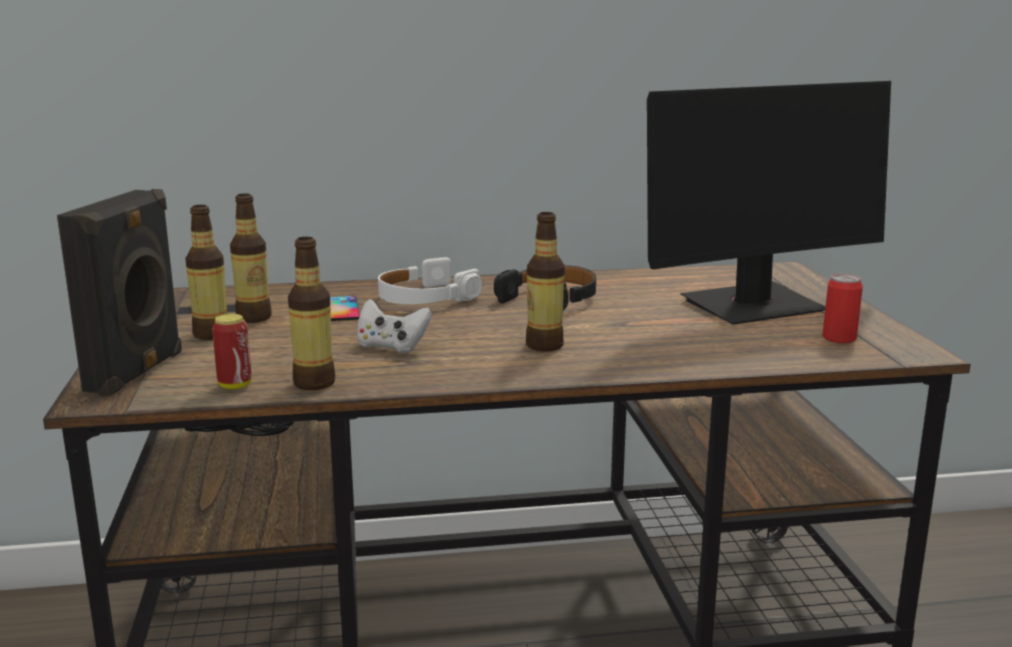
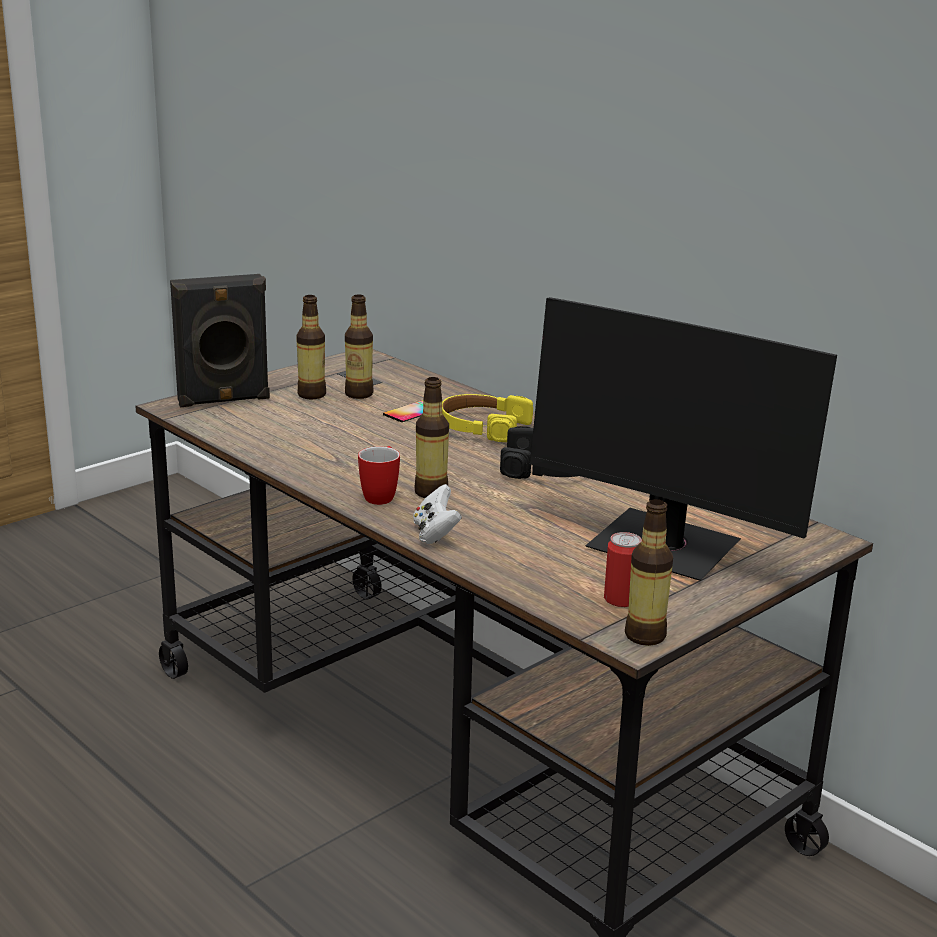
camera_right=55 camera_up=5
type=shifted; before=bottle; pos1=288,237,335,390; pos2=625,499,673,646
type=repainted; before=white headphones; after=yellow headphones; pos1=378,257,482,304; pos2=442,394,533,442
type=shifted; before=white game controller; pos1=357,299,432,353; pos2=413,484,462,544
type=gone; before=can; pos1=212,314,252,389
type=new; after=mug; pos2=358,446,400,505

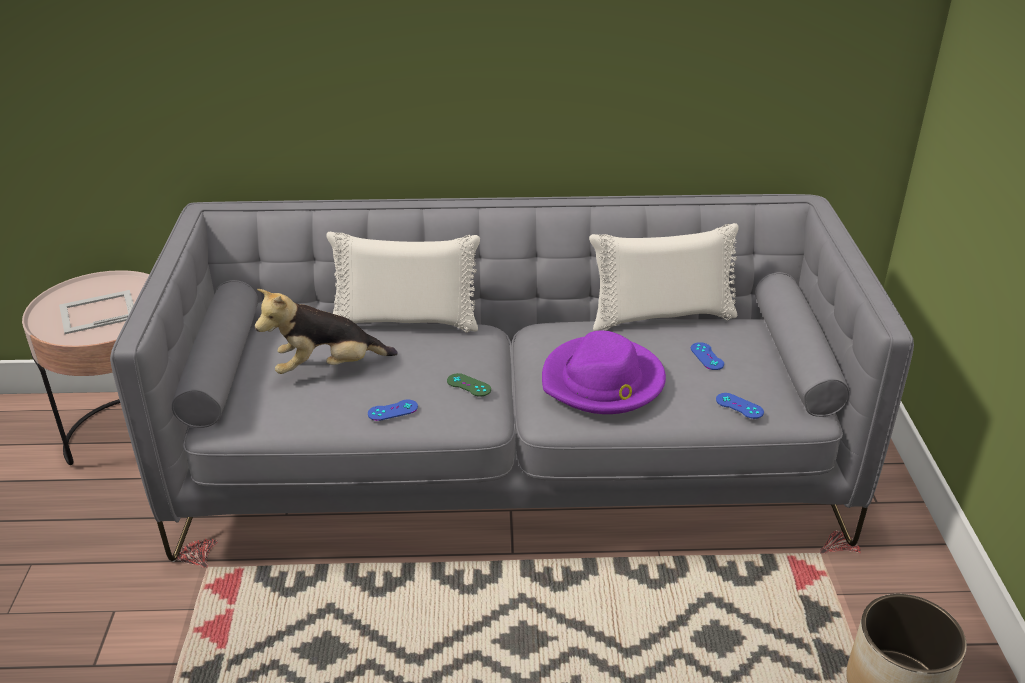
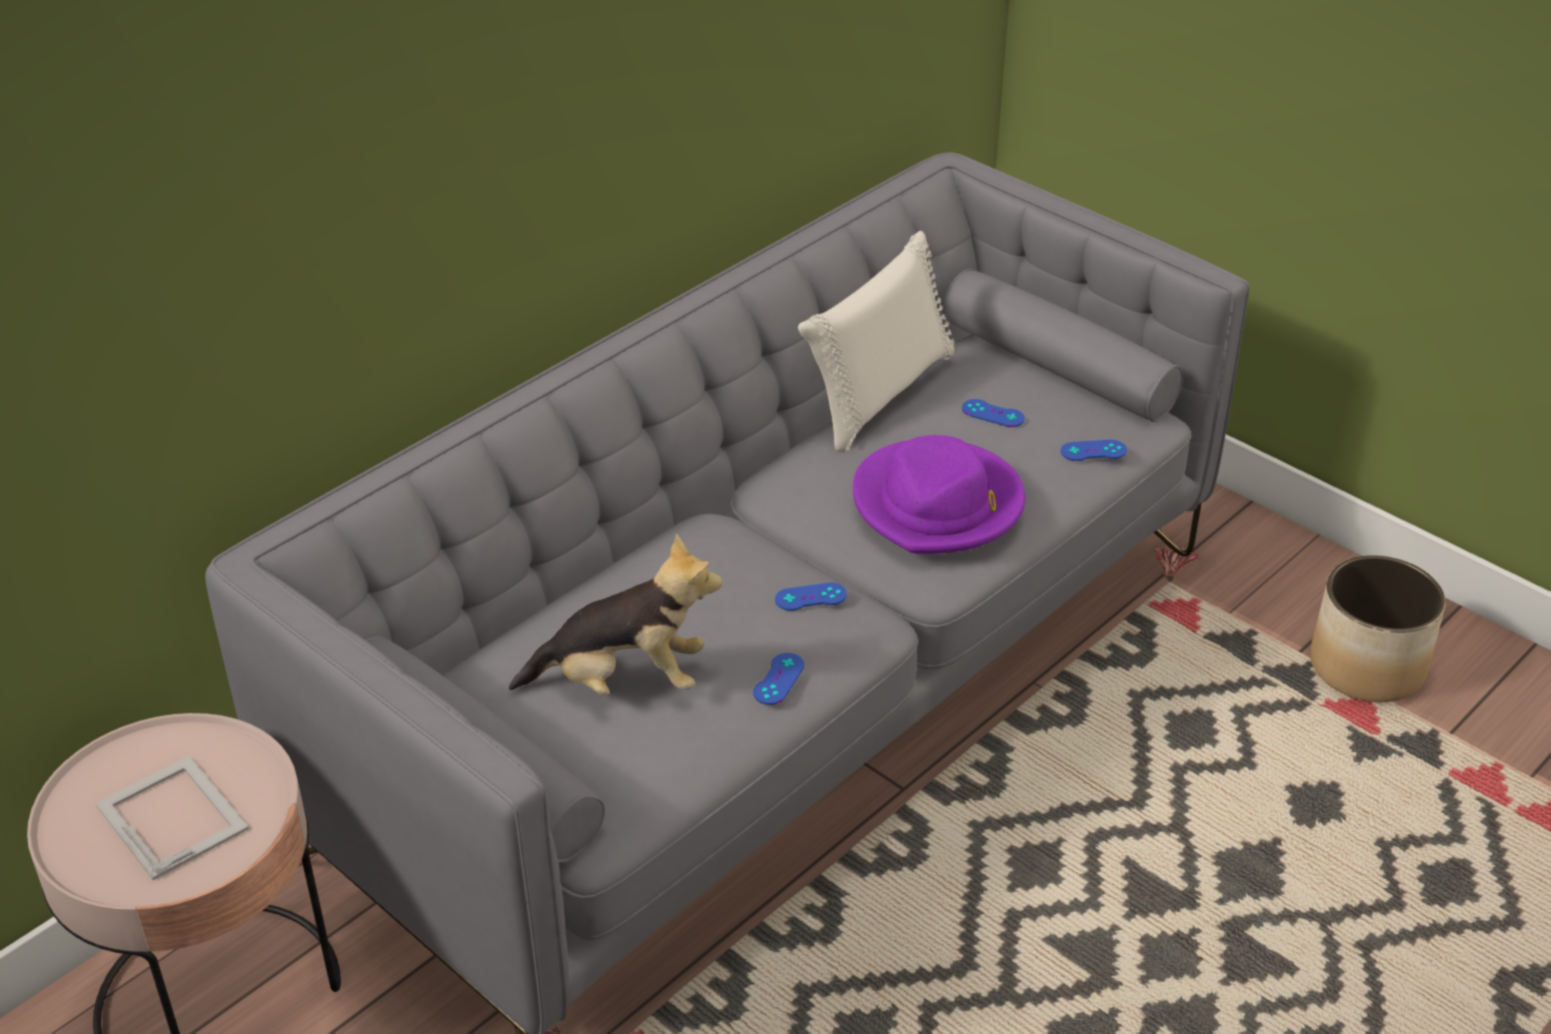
camera_right=-45 camera_up=5
type=gone; before=white pillow; pos1=326,232,480,333
type=rotated; before=plush toy; pos1=255,289,398,374; pos2=509,533,722,696; turn=-120
type=rotated; before=picture frame; pos1=59,290,134,334; pos2=95,756,249,880; turn=120
type=repainted; before=green game controller; after=blue game controller; pos1=447,373,491,397; pos2=775,583,847,611

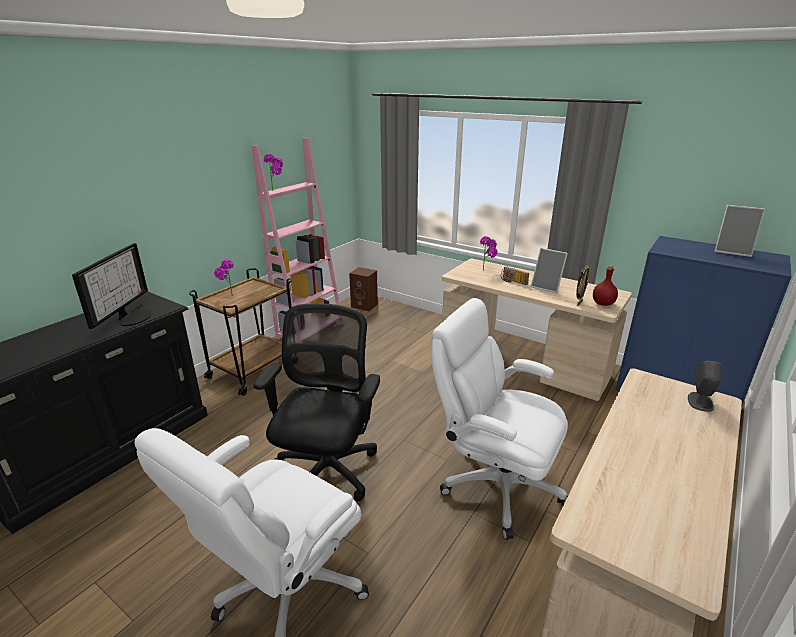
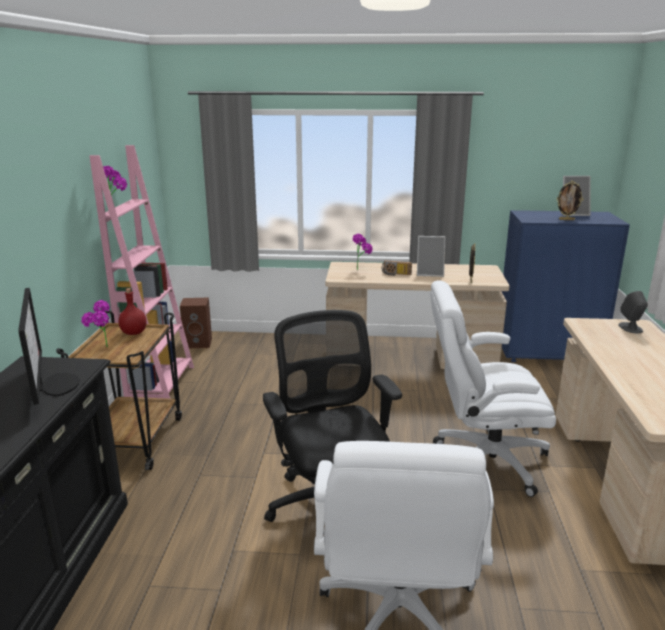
camera_right=-30 camera_up=-5
type=shifted; before=red bottle; pos1=593,265,618,306; pos2=118,288,147,335
type=new; after=picture frame; pos2=557,181,584,220

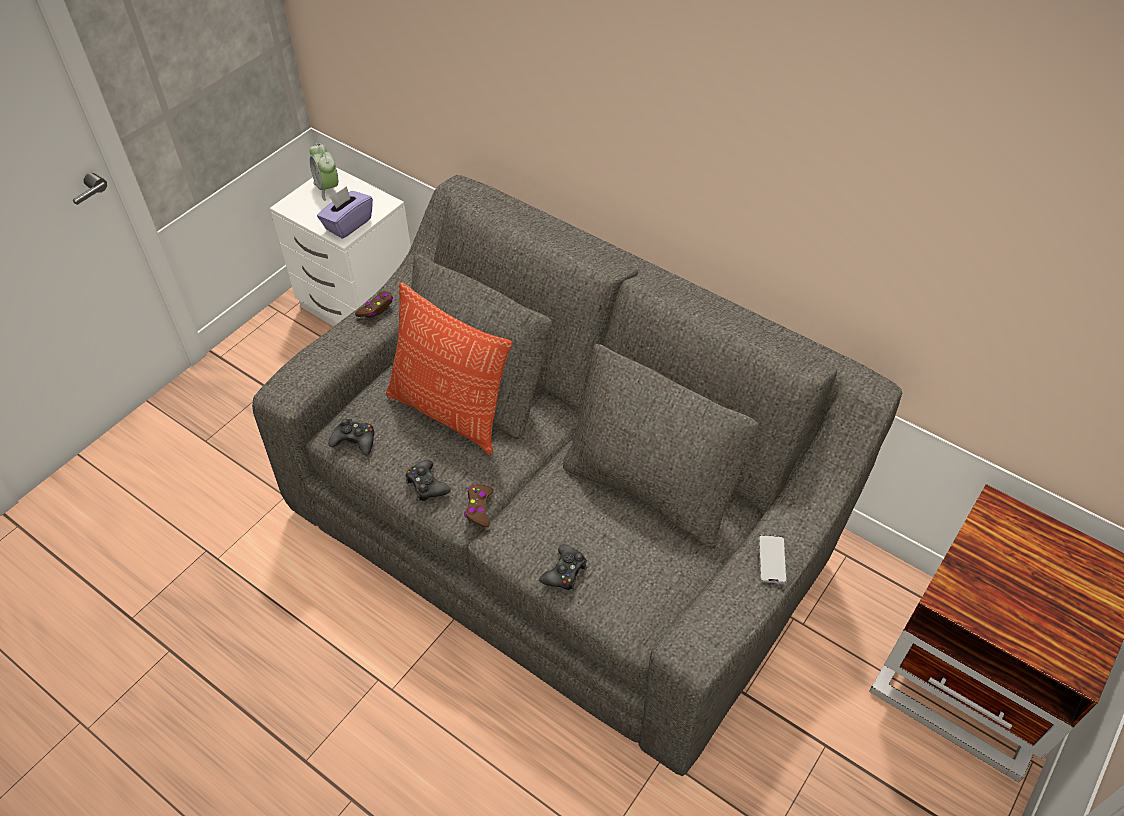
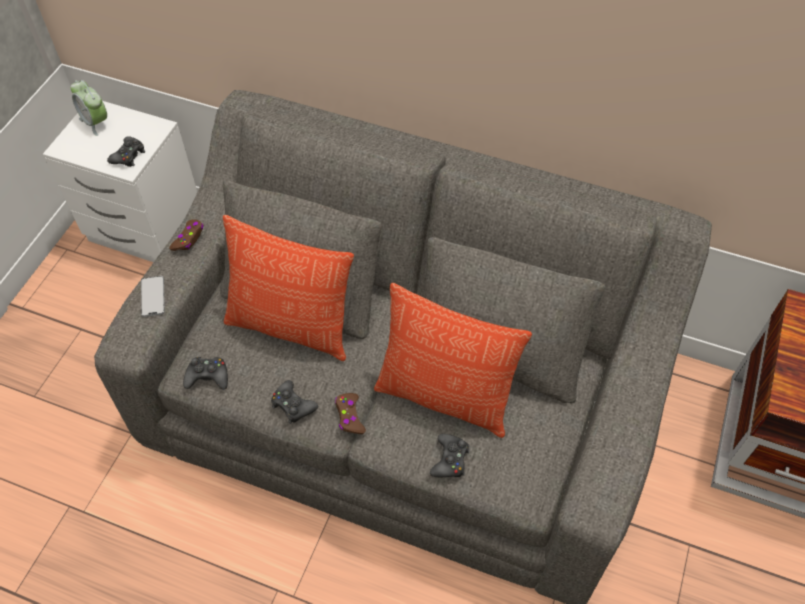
camera_right=-15 camera_up=5
type=swapped; before=purple tissue box; after=black game controller; pos1=317,186,373,239; pos2=107,136,145,167
type=shifted; before=phone; pos1=758,535,787,584; pos2=141,276,165,317
type=new; after=orange pillow; pos2=374,283,532,438

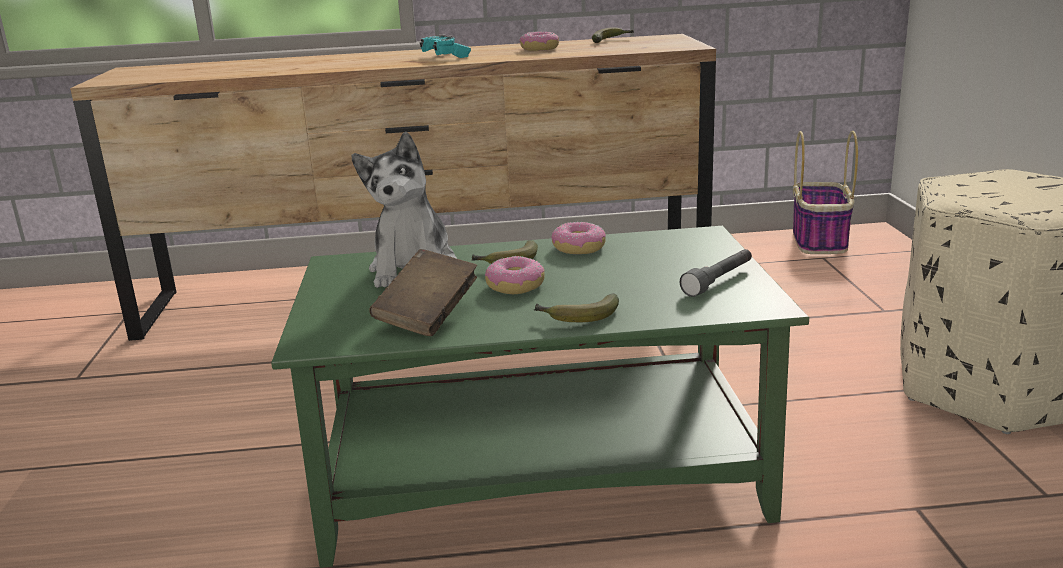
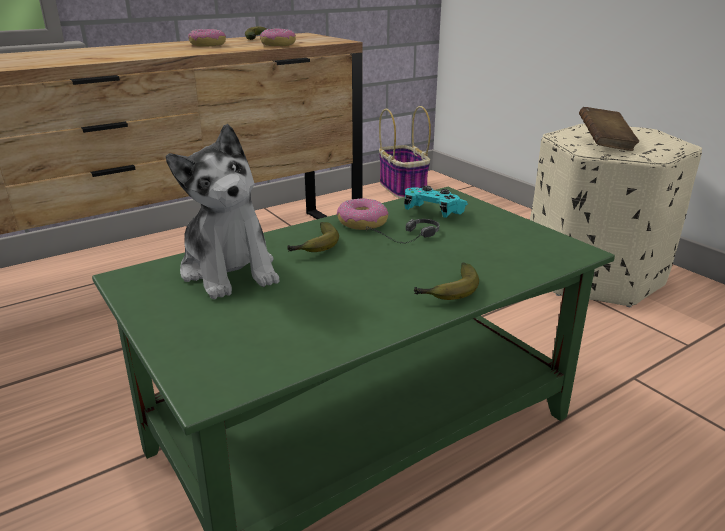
camera_right=-30 camera_up=5
type=shifted; before=turquoise game controller; pos1=420,35,471,58; pos2=404,186,468,218
type=shifted; before=brown book; pos1=369,249,477,336; pos2=579,107,639,151
type=gone; before=grey flashlight; pos1=680,249,752,297
type=shifted; before=donut; pos1=485,256,545,294; pos2=260,28,296,46
type=new; after=headphones; pos2=366,219,439,244

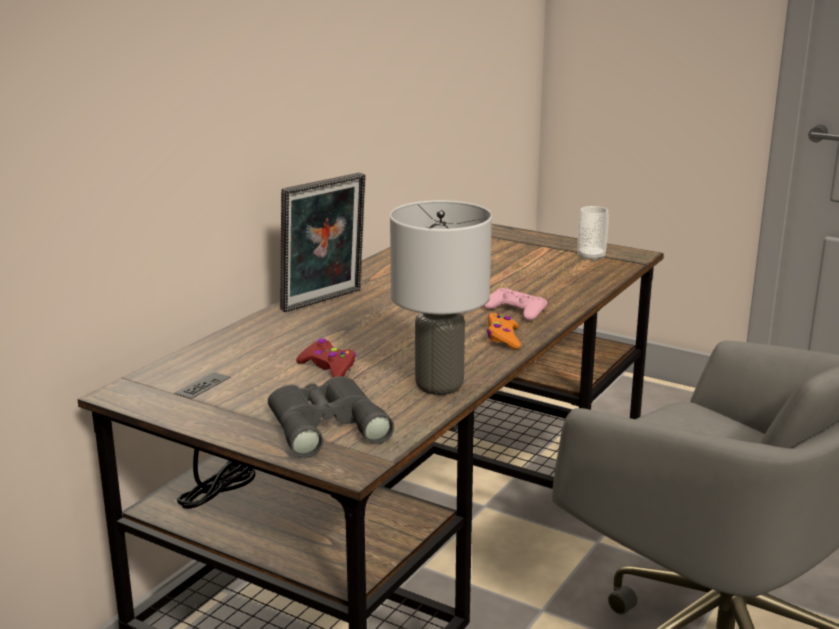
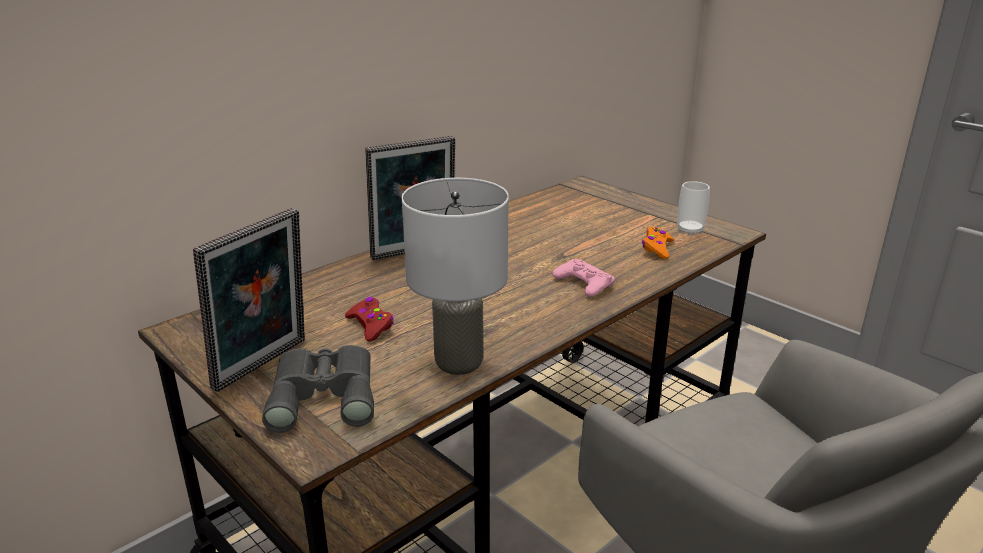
camera_right=15 camera_up=5
type=shifted; before=orange game controller; pos1=487,313,521,349; pos2=642,227,674,259
type=new; after=picture frame; pos2=193,208,305,392

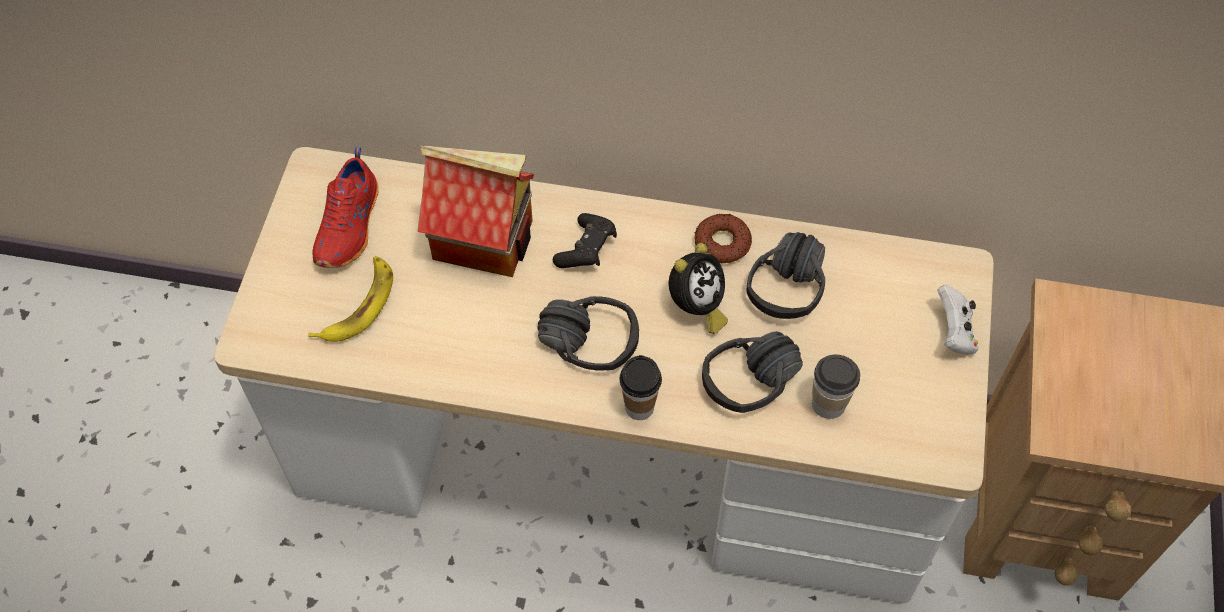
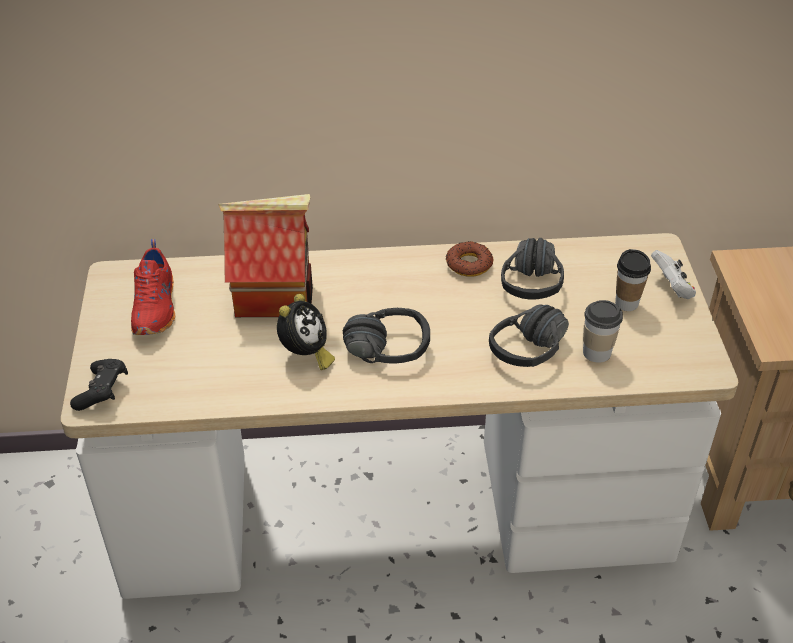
camera_right=-15 camera_up=-15
type=shifted; before=black game controller; pos1=553,213,617,268; pos2=70,359,128,411
type=shifted; before=alarm clock; pos1=669,243,728,334; pos2=277,294,335,370
type=gone; before=banana; pos1=308,256,393,342
type=shifted; before=cup; pos1=619,355,662,420; pos2=615,249,651,311

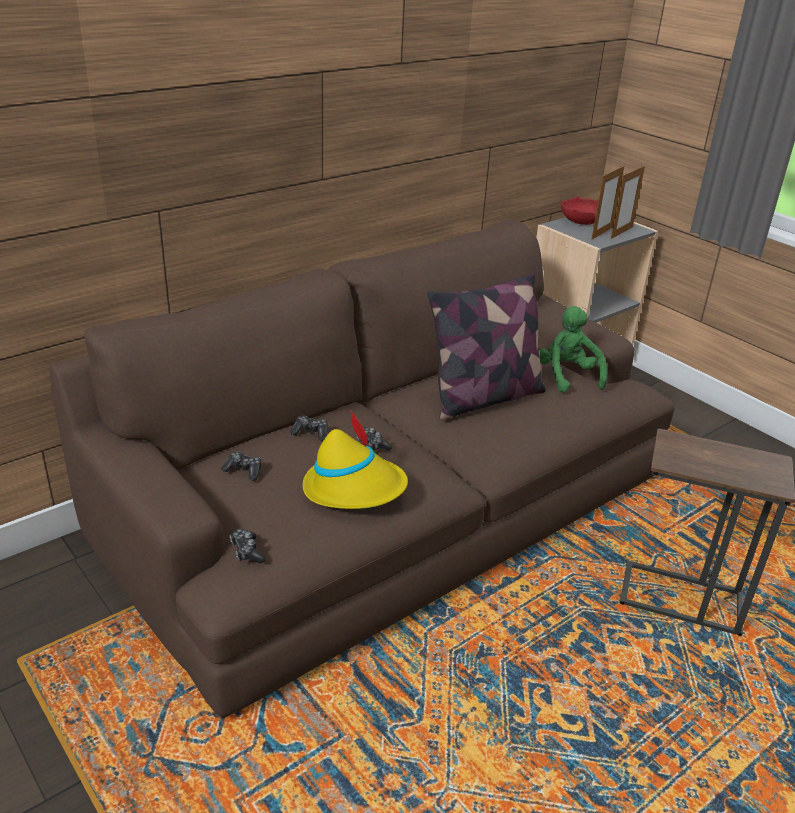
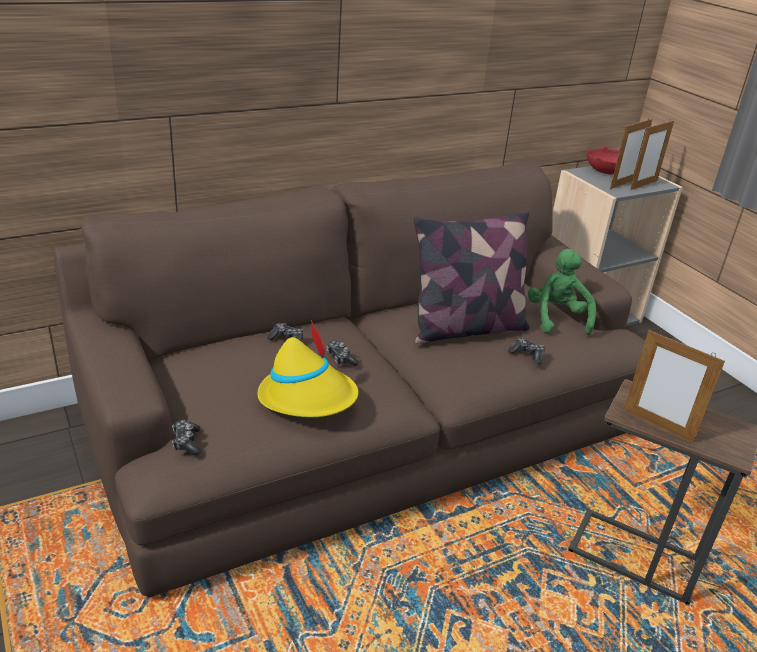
camera_right=10 camera_up=0
type=shifted; before=game controller; pos1=221,451,261,481; pos2=508,337,545,365
type=new; after=picture frame; pos2=624,330,725,443

